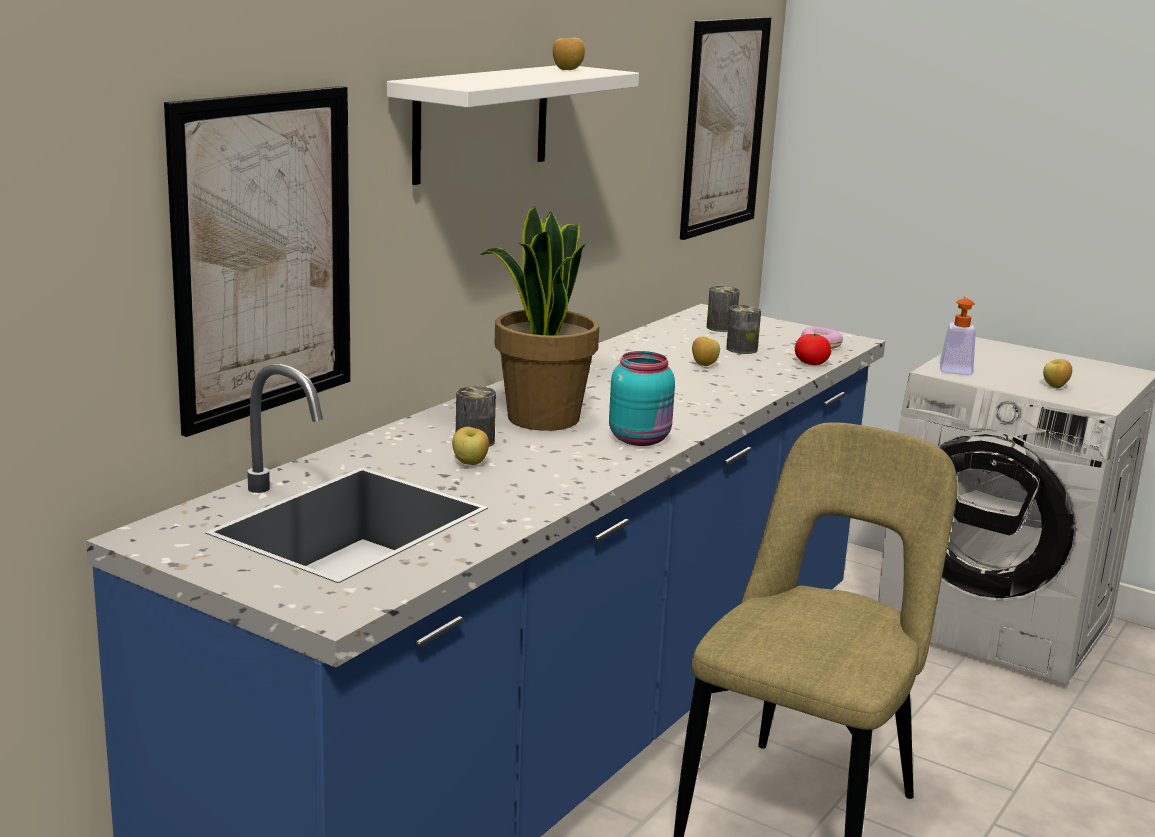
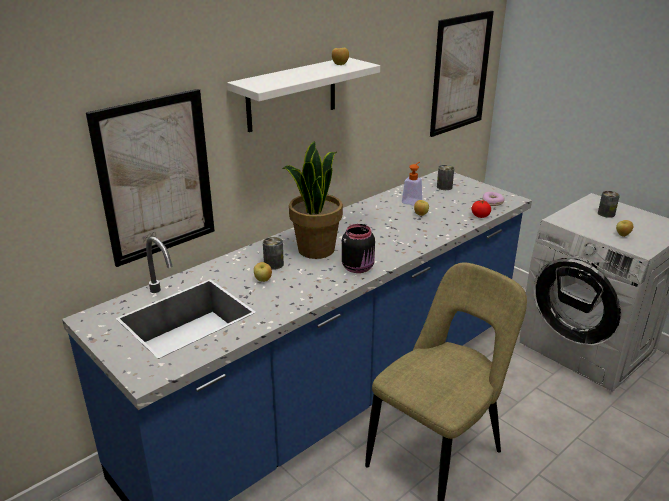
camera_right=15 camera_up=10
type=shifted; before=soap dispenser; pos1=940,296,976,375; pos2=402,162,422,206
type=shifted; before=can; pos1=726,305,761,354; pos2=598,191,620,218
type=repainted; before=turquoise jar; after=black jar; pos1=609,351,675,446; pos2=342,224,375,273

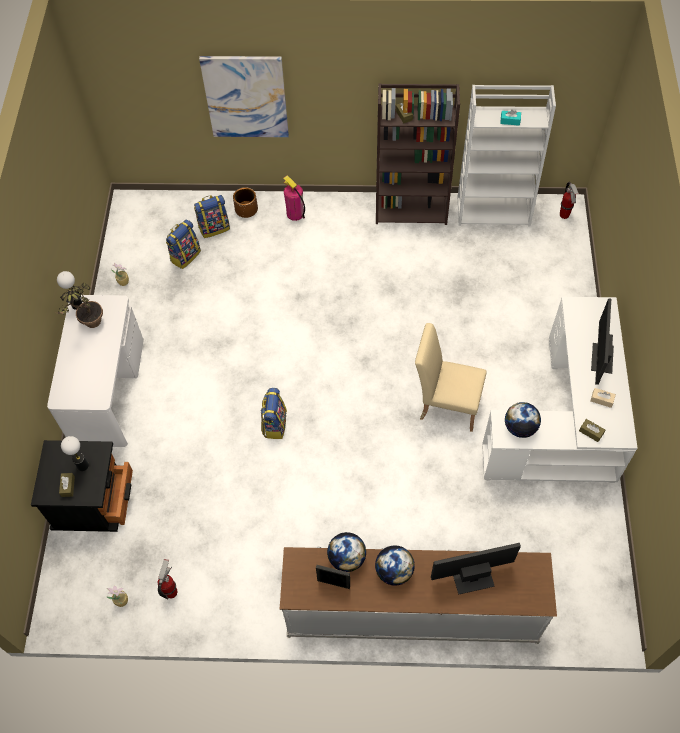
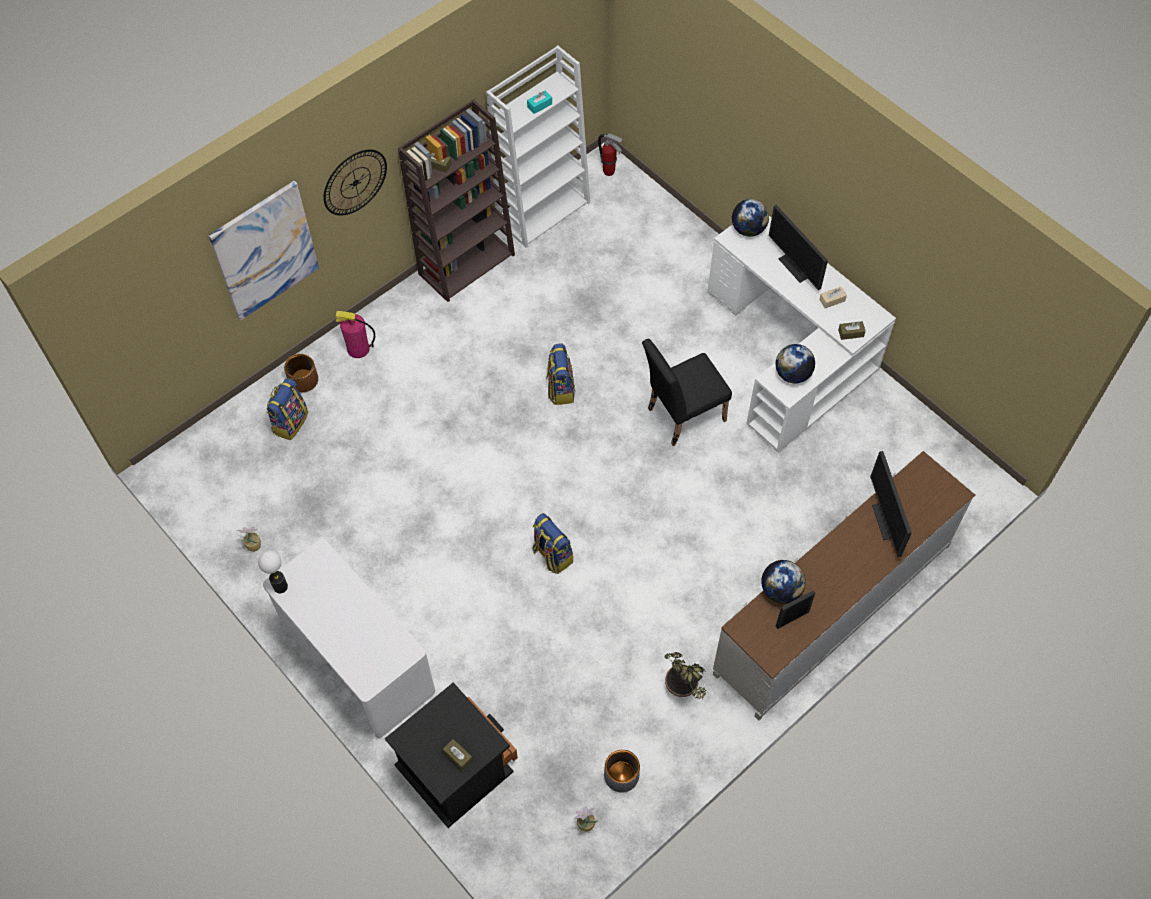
camera_right=-45 camera_up=0
type=shifted; before=backpack; pos1=166,220,201,269; pos2=546,343,575,405
type=shifted; before=potted plant; pos1=58,283,103,328; pos2=665,652,707,699
type=repainted; before=beige chair; after=black chair; pos1=415,323,486,432; pos2=642,339,732,446
type=gone; before=table lamp; pos1=61,436,89,471
type=rotated; before=monitor; pos1=431,543,521,595; pos2=870,451,912,557; turn=-45
type=shifted; before=globe; pos1=375,545,415,586; pos2=732,199,769,237
type=swapped; before=fire extinguisher; after=grey planter; pos1=158,559,177,599; pos2=604,749,640,793
type=new; after=wall clock; pos2=323,149,387,216

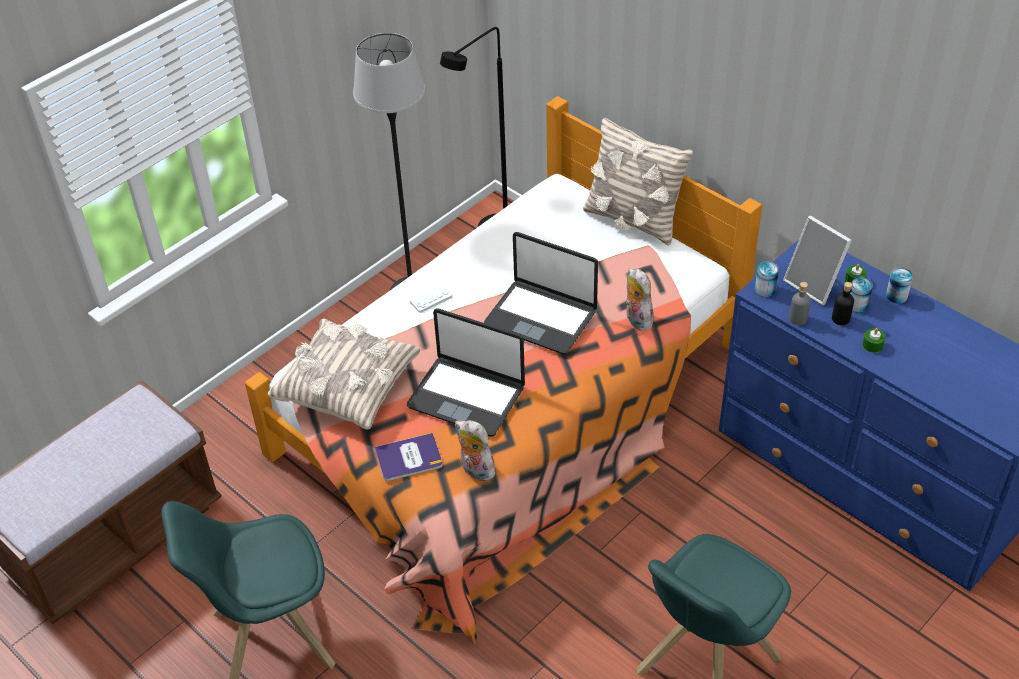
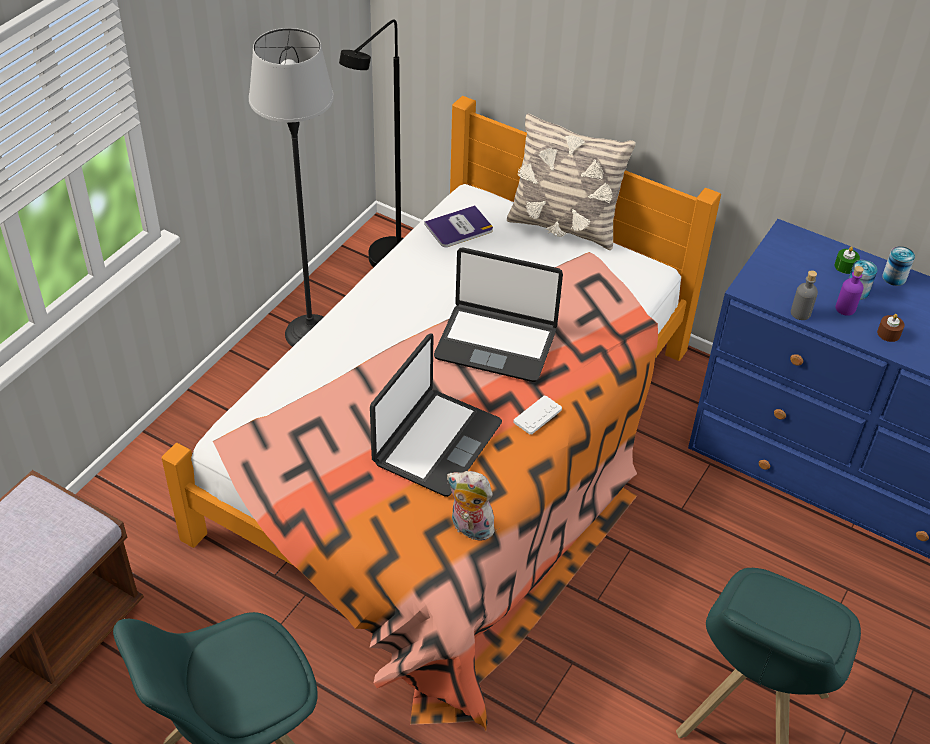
camera_right=-15 camera_up=0
type=gone; before=picture frame; pos1=783,216,852,305
type=gone; before=can; pos1=755,262,779,297
type=gone; before=plush toy; pos1=625,268,654,330
type=repainted; before=black bottle; after=purple bottle; pos1=832,282,854,325; pos2=836,266,864,316
type=shifted; before=white game controller; pos1=410,285,452,313; pos2=514,396,562,435
type=rotated; before=laptop; pos1=407,309,525,436; pos2=370,334,502,497; turn=-75
type=gone; before=beige pillow; pos1=267,318,420,430
type=repainted; before=green candle; after=brown candle; pos1=862,328,885,353; pos2=877,314,904,342
type=shifted; before=book; pos1=374,433,443,481; pos2=424,205,493,247

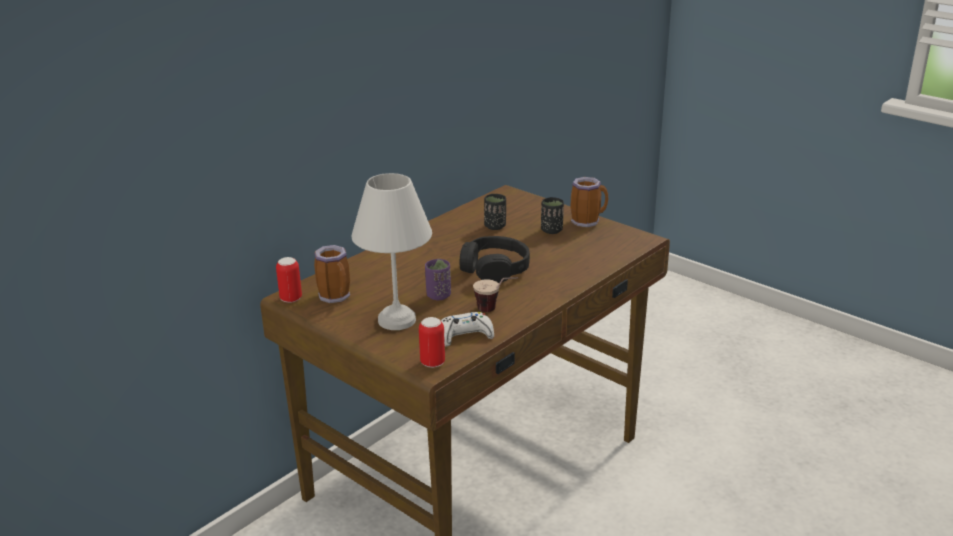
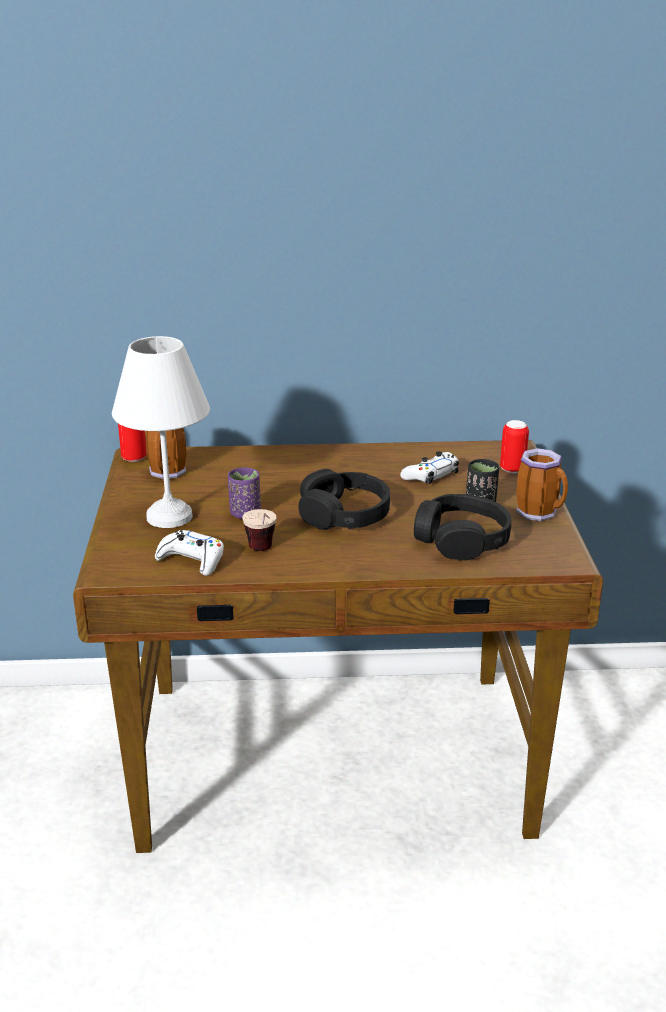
camera_right=45 camera_up=0
type=swapped; before=black cup; after=white game controller; pos1=484,194,506,230; pos2=400,451,459,484
type=shifted; before=can; pos1=419,317,445,368; pos2=500,420,529,473
type=new; after=black headphones; pos2=414,494,511,560

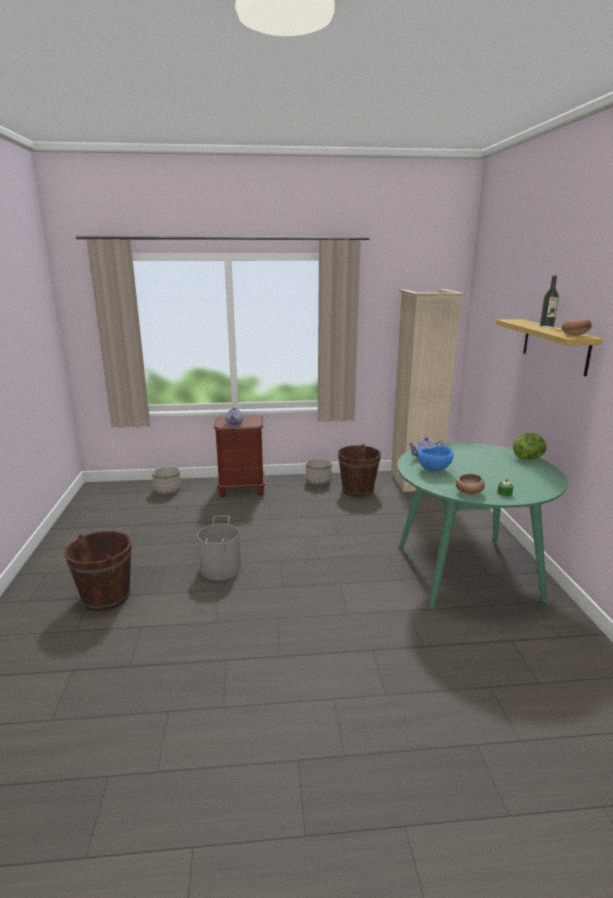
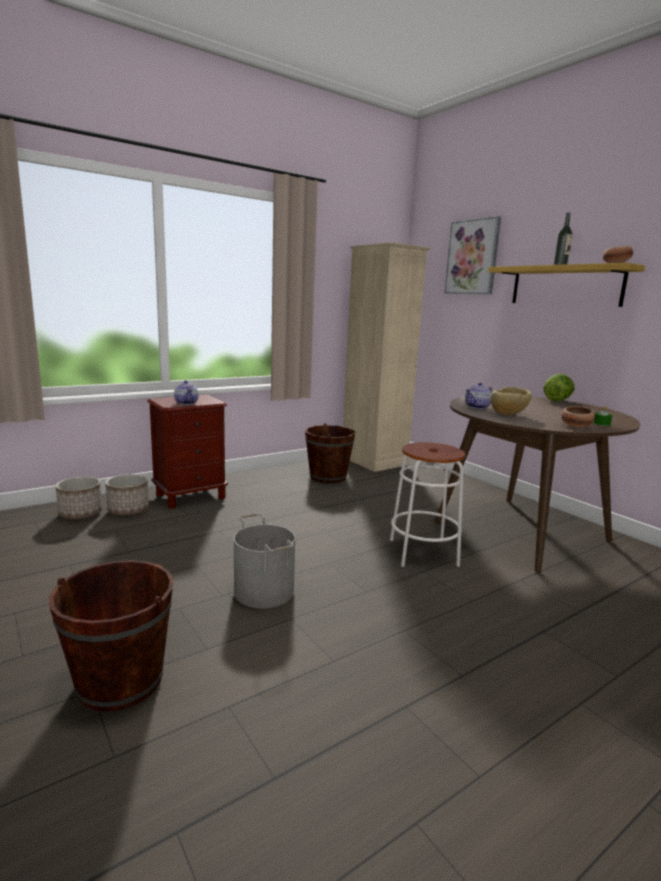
camera_right=-30 camera_up=-5
type=repainted; before=green dining table; after=brown dining table; pos1=397,442,568,610; pos2=435,397,641,573
type=repainted; before=blue bowl; after=beige bowl; pos1=418,446,454,471; pos2=490,387,532,415
type=shifted; before=planter; pos1=306,458,332,485; pos2=105,474,149,515
type=new; after=picture; pos2=444,216,501,295
type=new; after=white stool; pos2=390,442,465,567

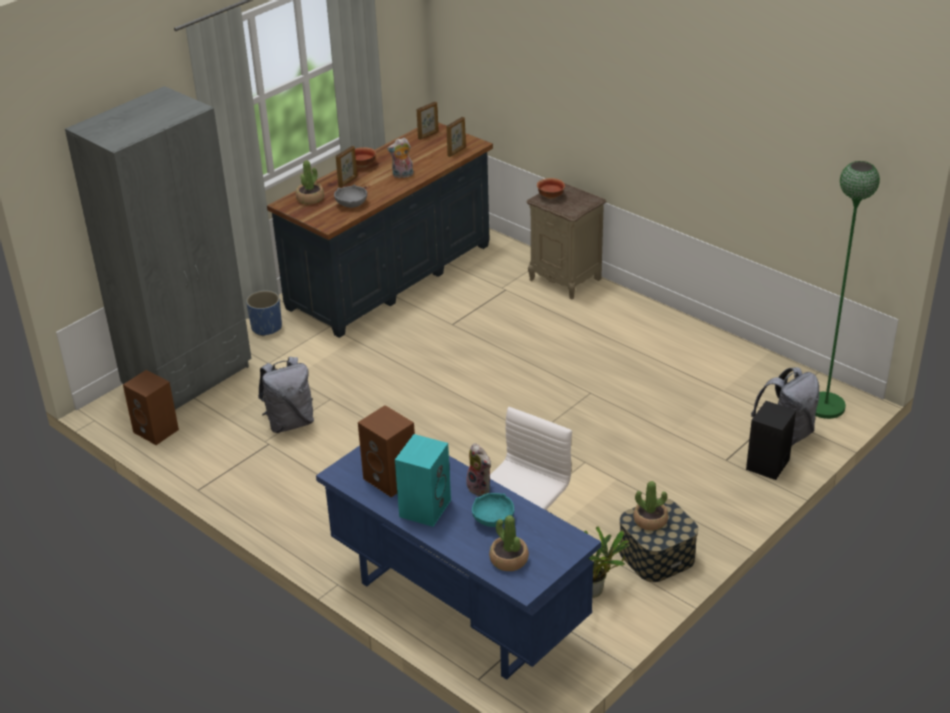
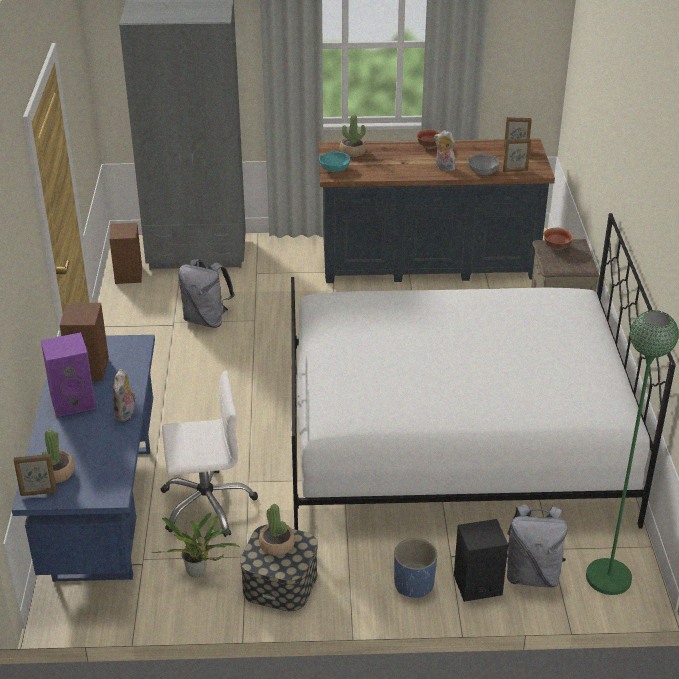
camera_right=45 camera_up=0
type=shifted; before=picture frame; pos1=336,146,357,188; pos2=14,454,57,496
type=shifted; before=grey bowl; pos1=334,184,367,208; pos2=467,153,500,175
type=shifted; before=blue planter; pos1=246,291,282,336; pos2=394,538,437,598
type=repainted; before=turquoise speaker; after=purple speaker; pos1=395,434,451,527; pos2=41,332,96,417
type=shifted; before=turquoise bowl; pos1=472,493,514,527; pos2=319,151,350,172
type=new; after=white bed; pos2=291,213,676,530

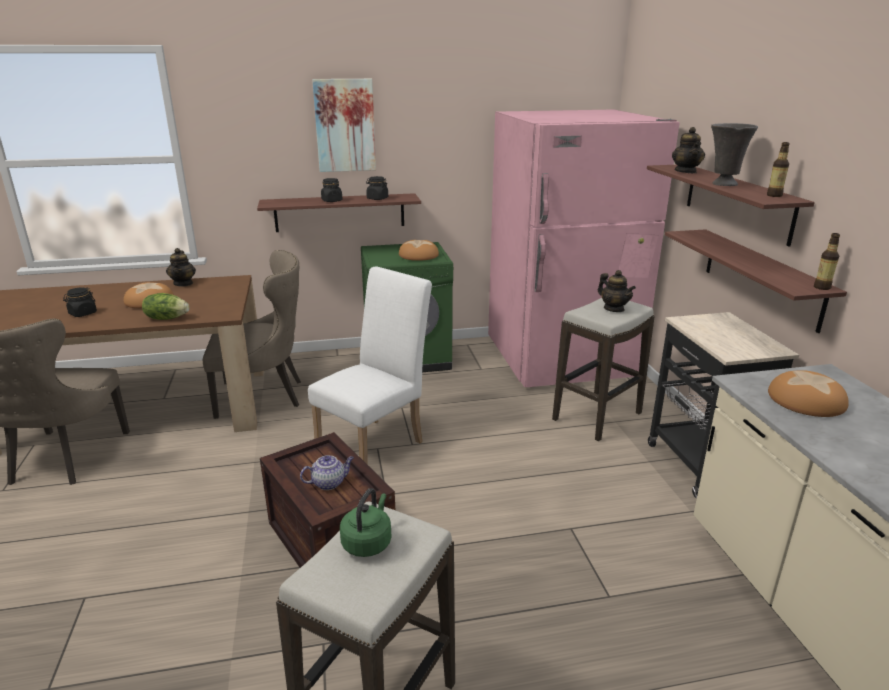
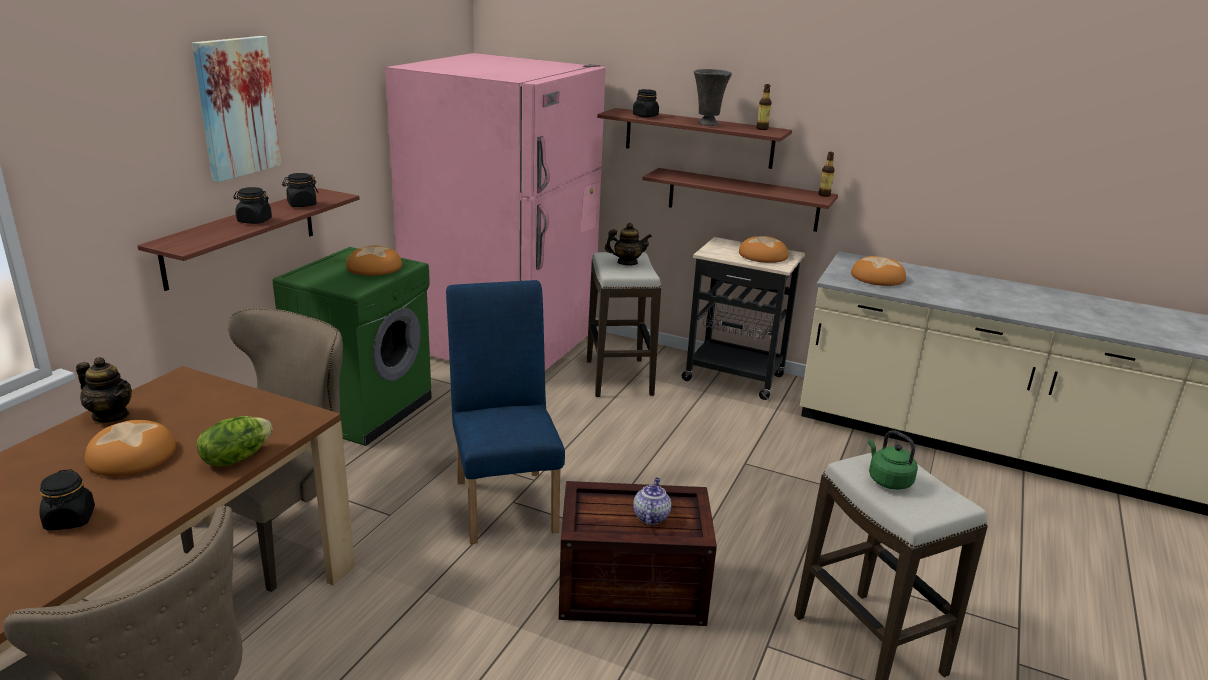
camera_right=-55 camera_up=0
type=swapped; before=teapot; after=black jar; pos1=672,127,705,173; pos2=633,89,659,118
type=repainted; before=white chair; after=blue chair; pos1=308,266,432,464; pos2=446,280,565,544
type=new; after=bread; pos2=739,236,788,263

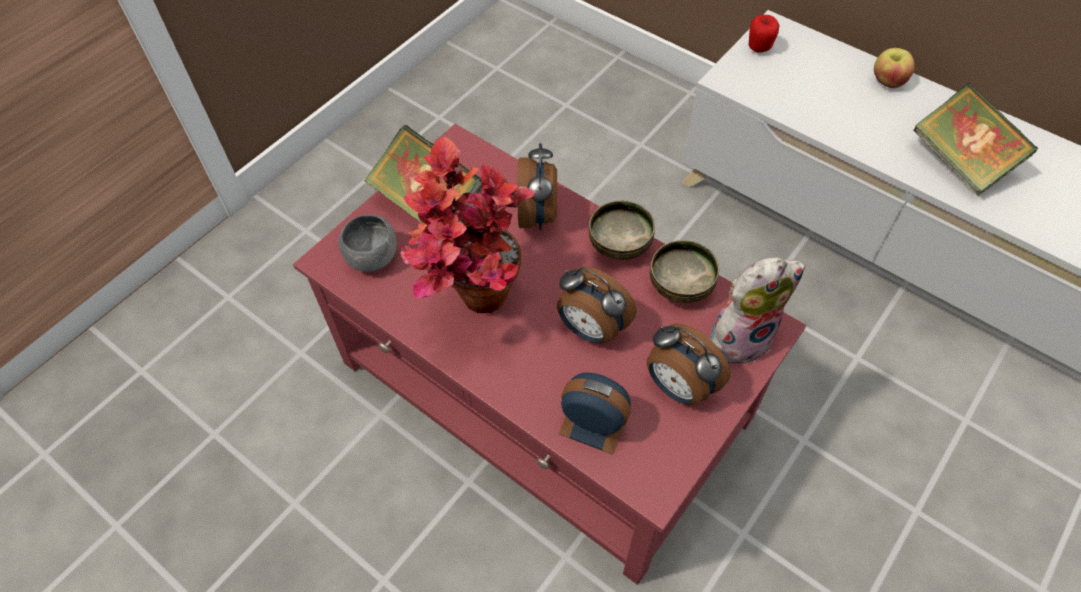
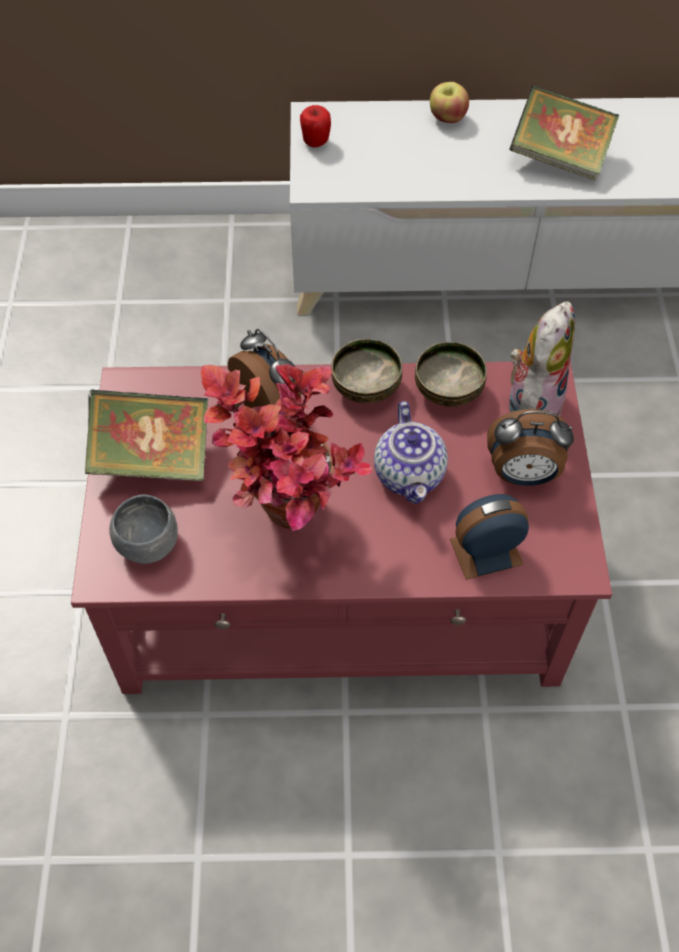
camera_right=-40 camera_up=0
type=swapped; before=alarm clock; after=teapot; pos1=557,267,637,344; pos2=374,401,448,504

